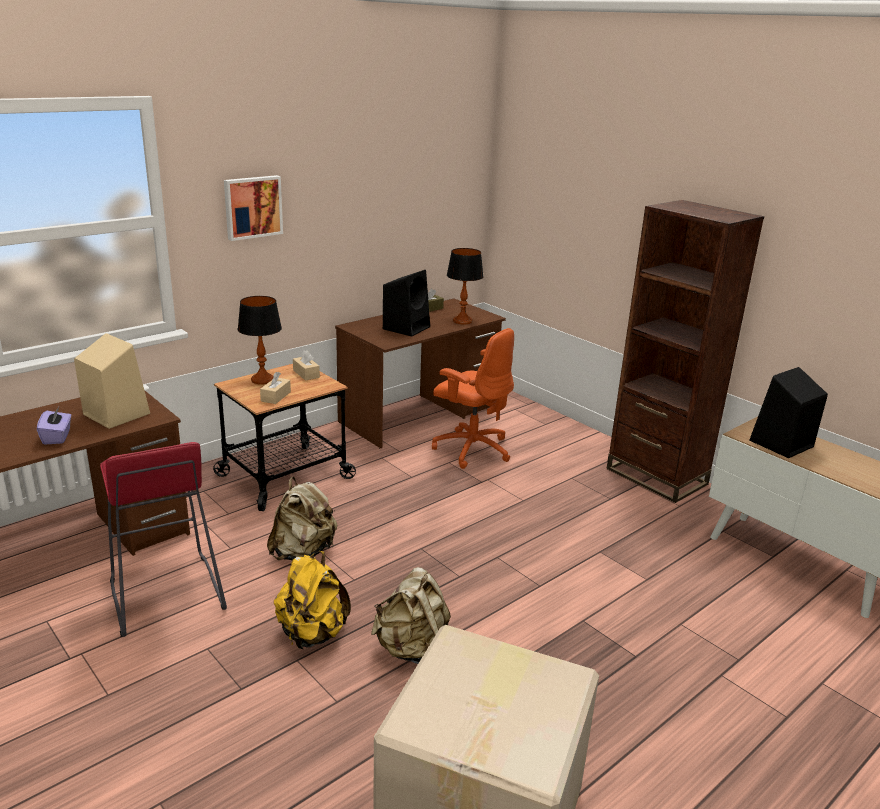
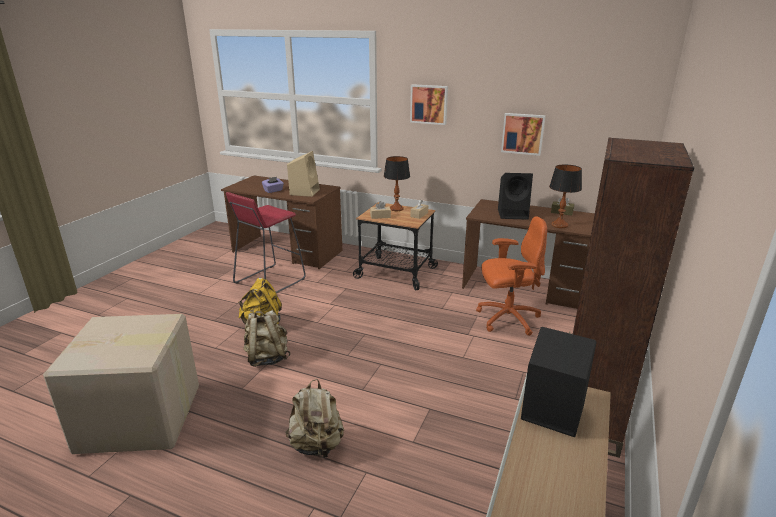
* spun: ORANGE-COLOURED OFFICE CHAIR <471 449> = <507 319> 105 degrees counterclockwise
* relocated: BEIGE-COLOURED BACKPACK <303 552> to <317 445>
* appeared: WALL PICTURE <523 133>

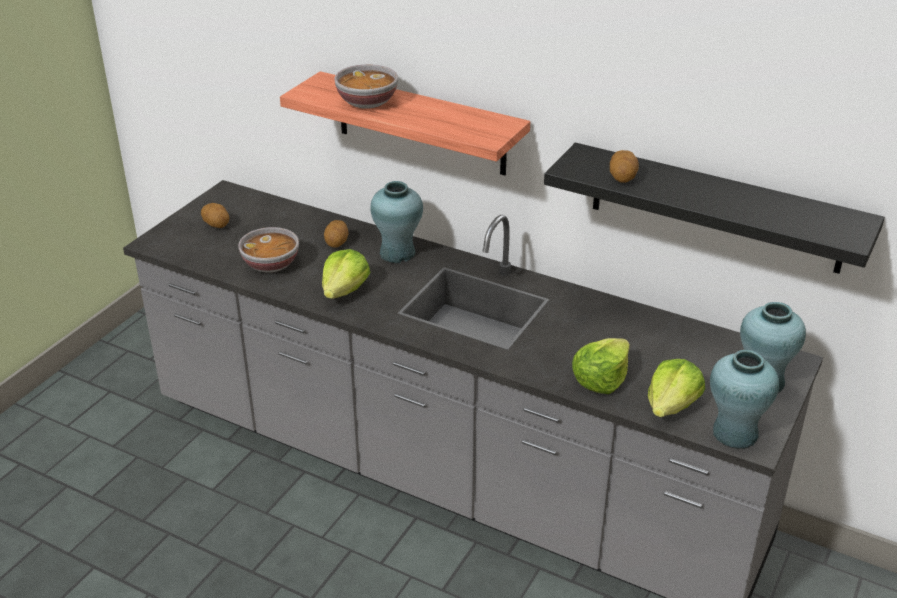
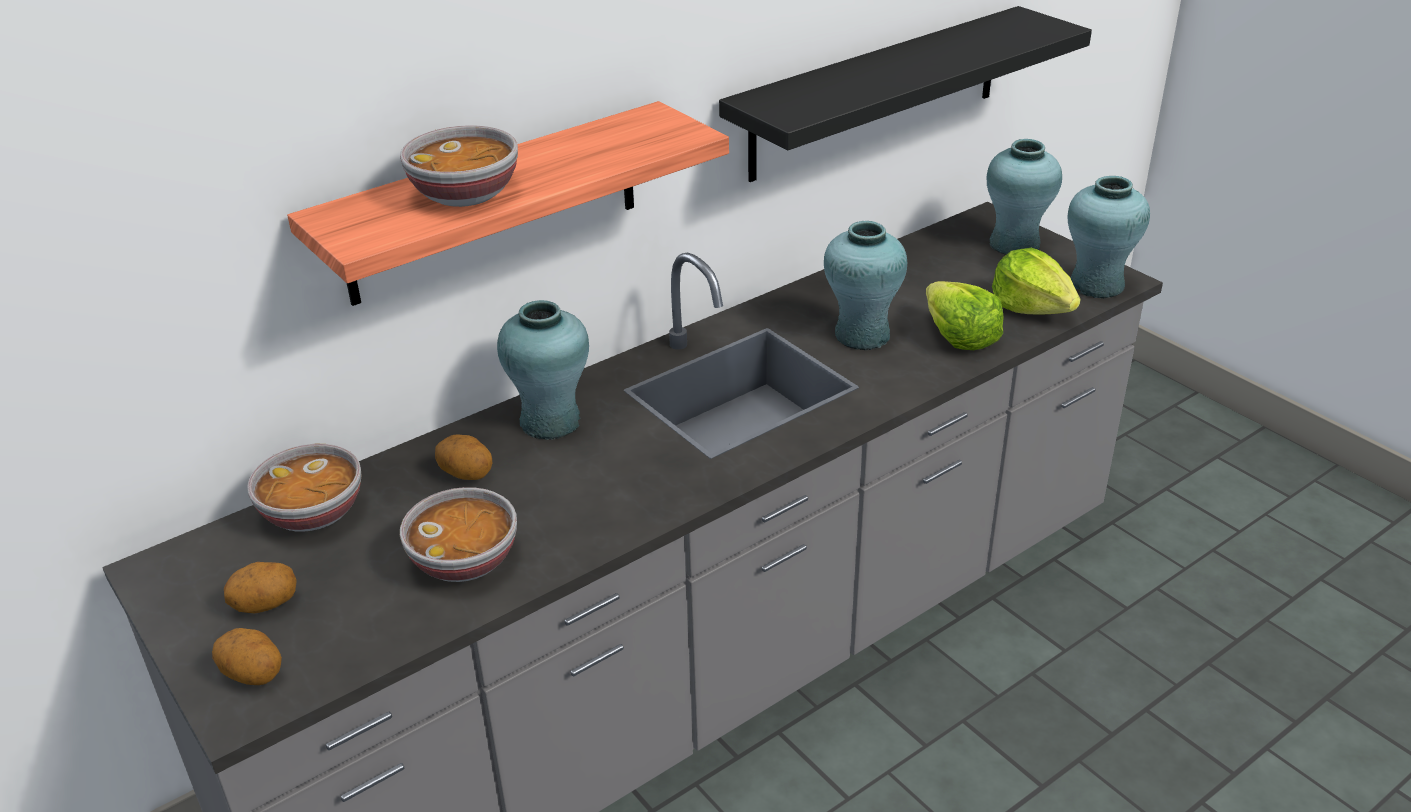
* relocated: POTATO <622 178> to <253 674>
* missing: LETTUCE HEAD <344 290>
* appeared: BLUE-GREEN VASE <862 335>
* appeared: BOWL <313 513>

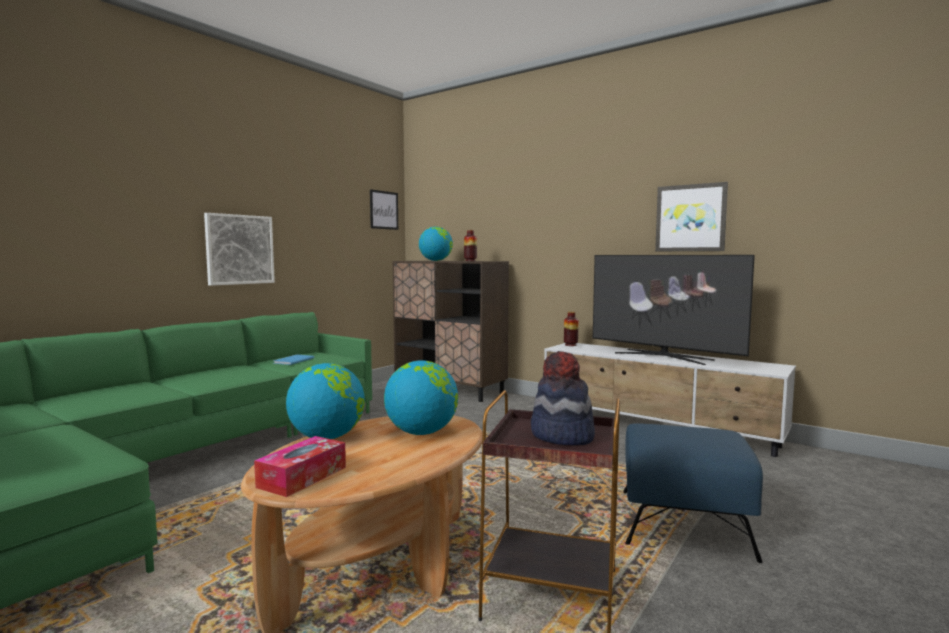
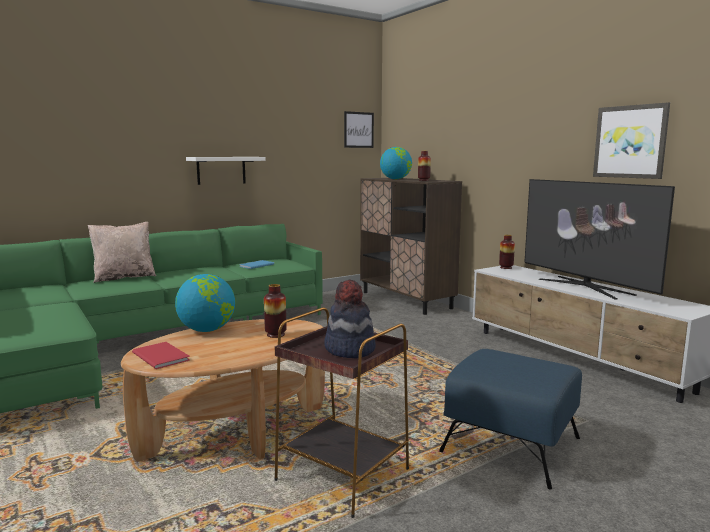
* exchanged: WALL PICTURE <239 249> to WHITISH SHELF <221 170>
* exchanged: GLOBE <421 433> to VASE <275 334>
* exchanged: TISSUE HOLDER <302 477> to REDDISH BOUND BOOK <161 356>
* appeared: BEIGE-COLOURED PILLOW <124 277>

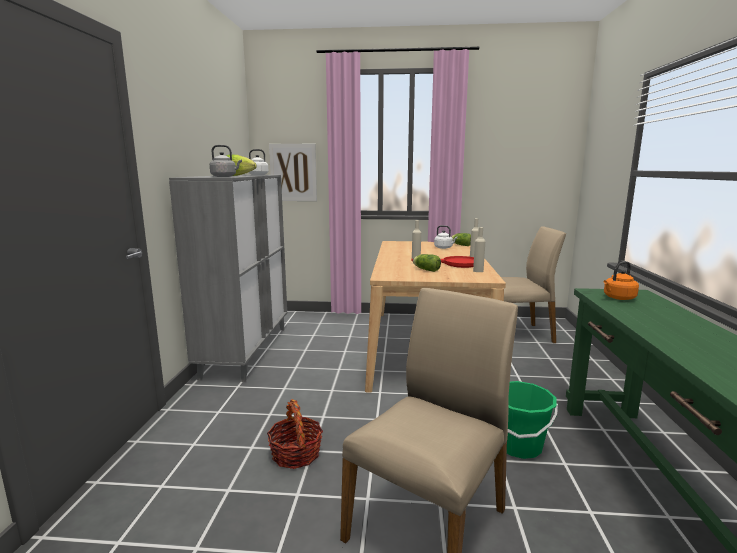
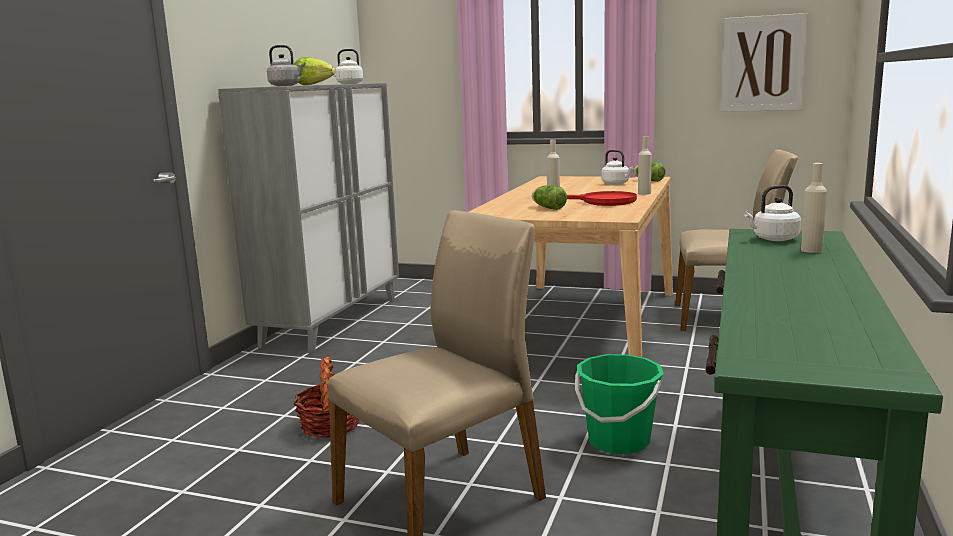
* relocated: WALL PICTURE <293 172> to <763 64>
* relocated: BEIGE-COLOURED BOTTLE <478 271> to <811 250>
* colour: ORANGE-COLOURED TEA KETTLE <618 298> to WHITISH TEA KETTLE <773 239>

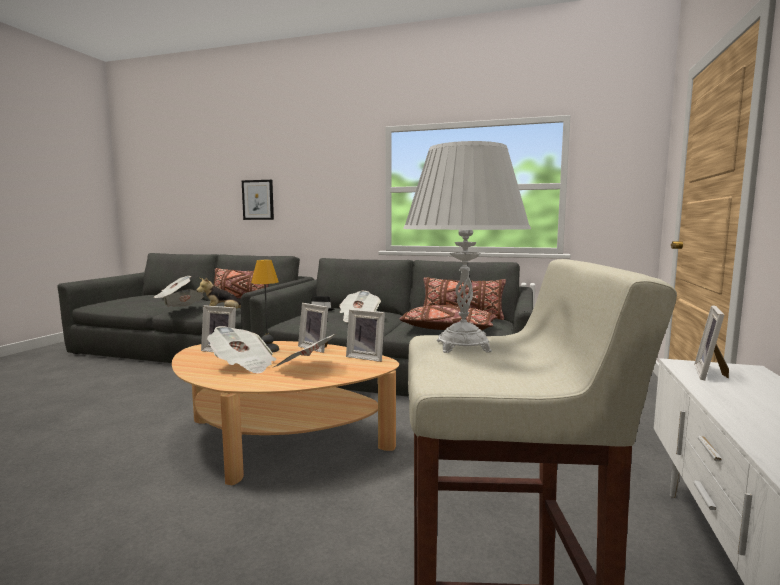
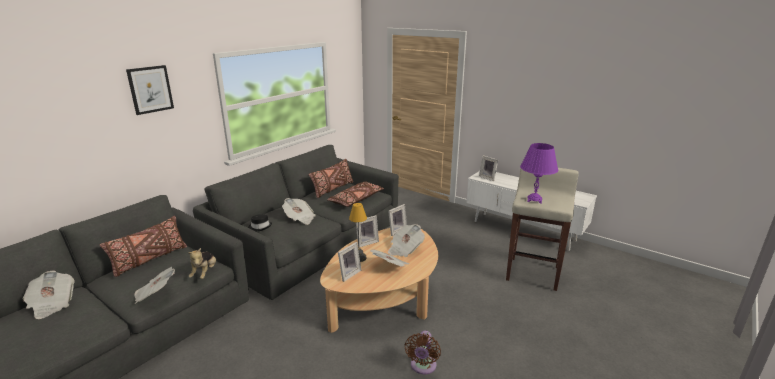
* colour: WHITISH LAMP FOR A TABLE <462 346> to PURPLISH LAMP FOR A TABLE <534 200>
* relocated: WALL PICTURE <258 200> to <150 89>
* appeared: BROWN COOLING FAN <422 367>

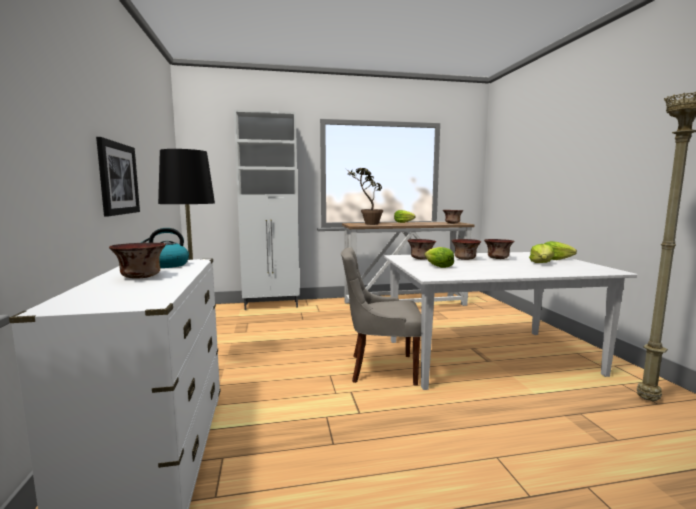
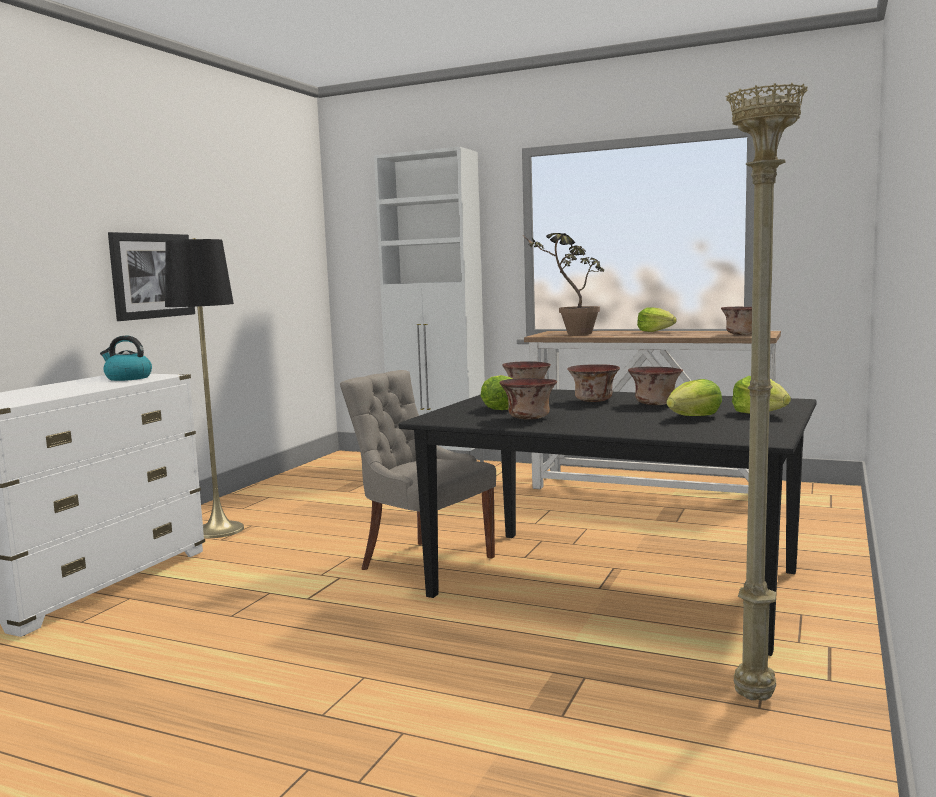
* relocated: BOWL <140 277> to <528 418>
* colour: WHITISH DINING TABLE <488 356> to BLACK DINING TABLE <616 583>

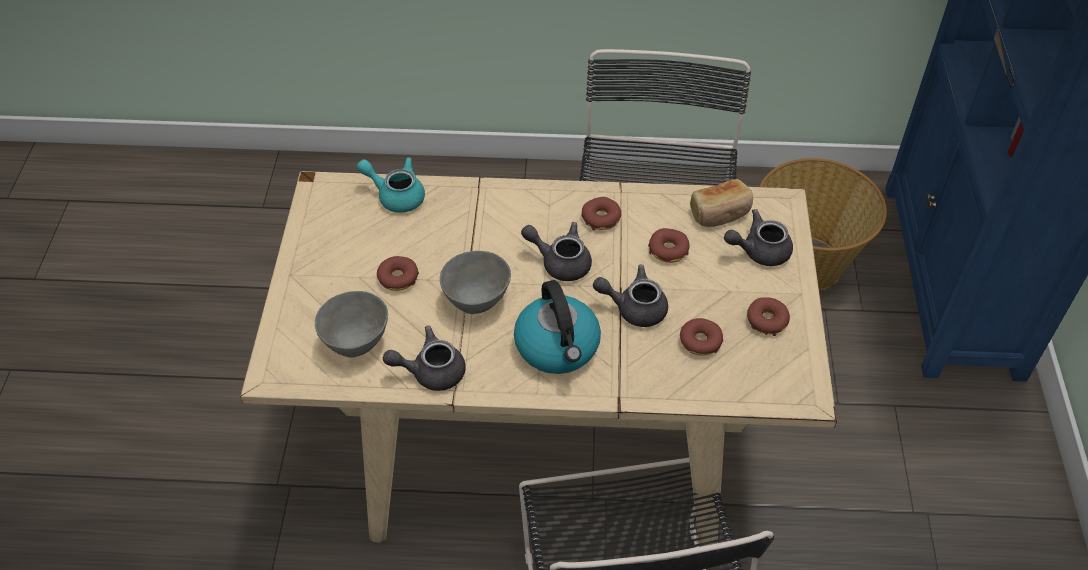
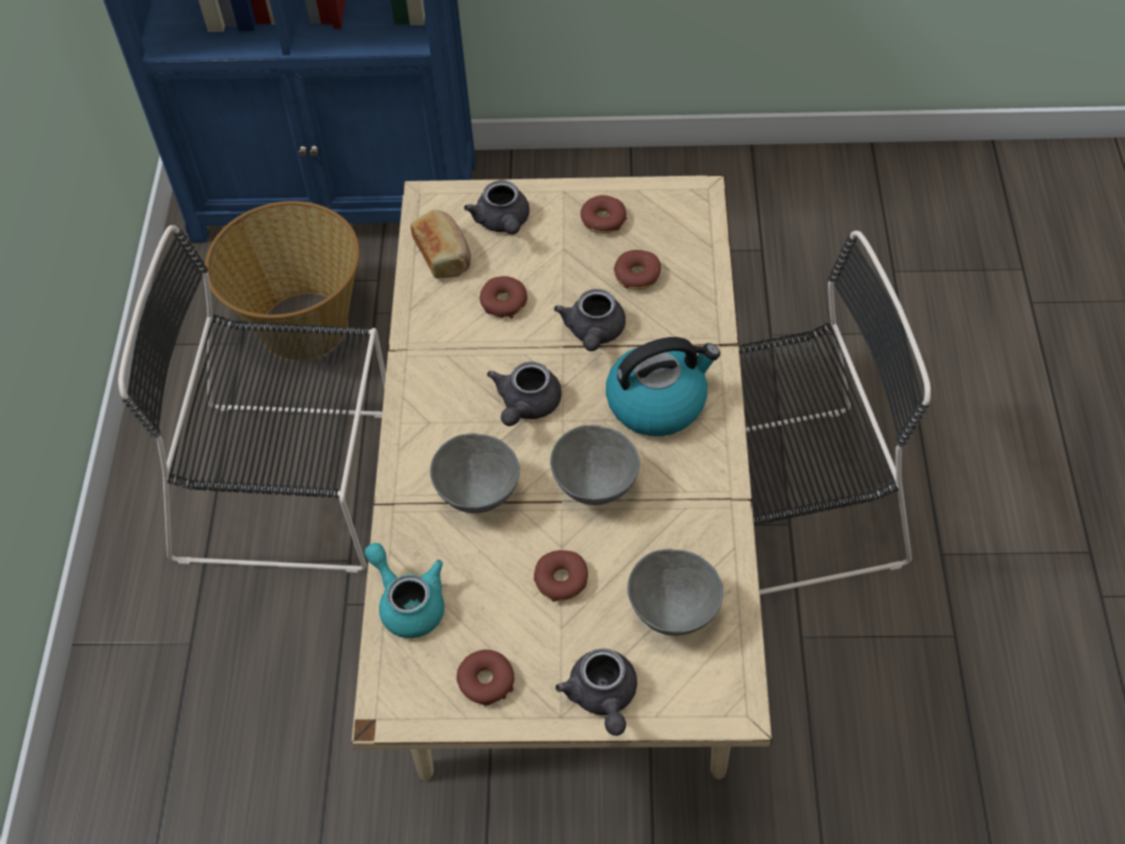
* spun: BLUE-GREEN TEAPOT <396 195> = <408 602> 120 degrees clockwise
* relocated: RING DOUGHNUT <601 218> to <486 681>
* relocated: GREYISH TEAPOT <430 371> to <603 698>
* appeared: GREYISH BOWL <477 496>

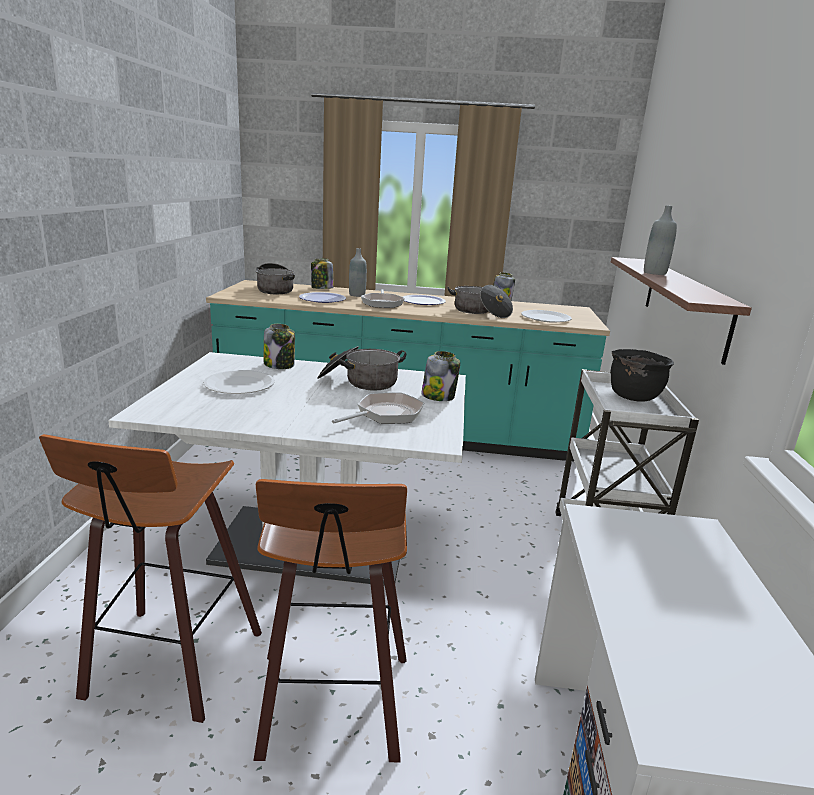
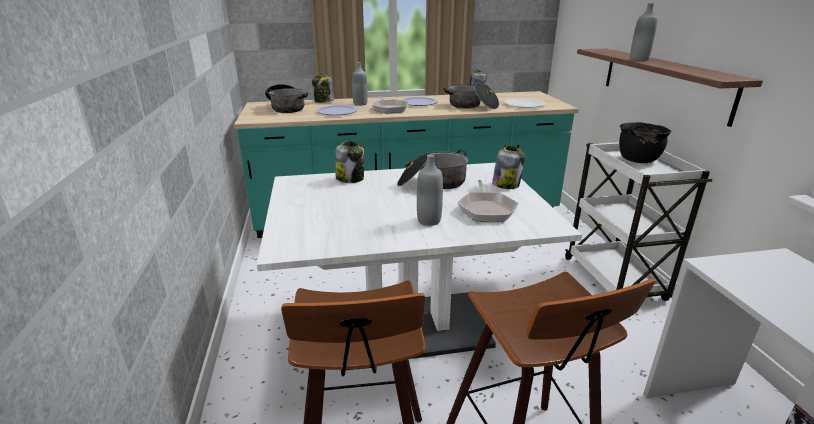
* missing: WHITISH DINNER PLATE <239 384>
* spun: PAN <386 414> = <486 209> 150 degrees clockwise
* appeared: GREYISH BOTTLE <429 220>

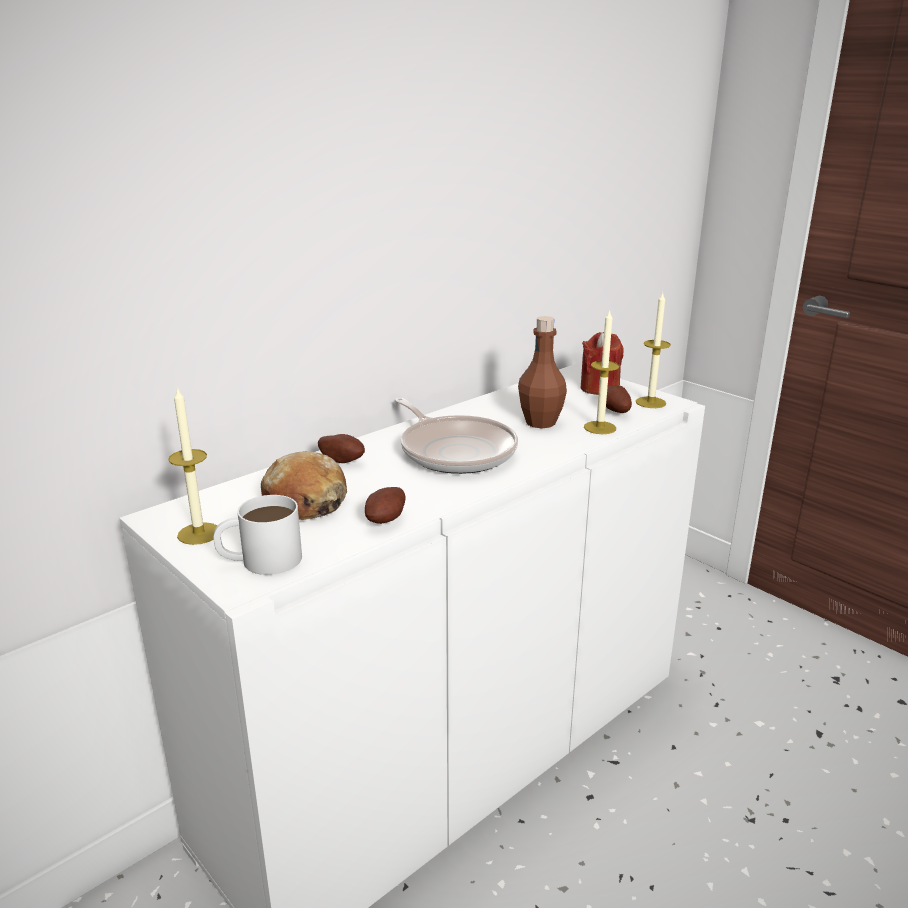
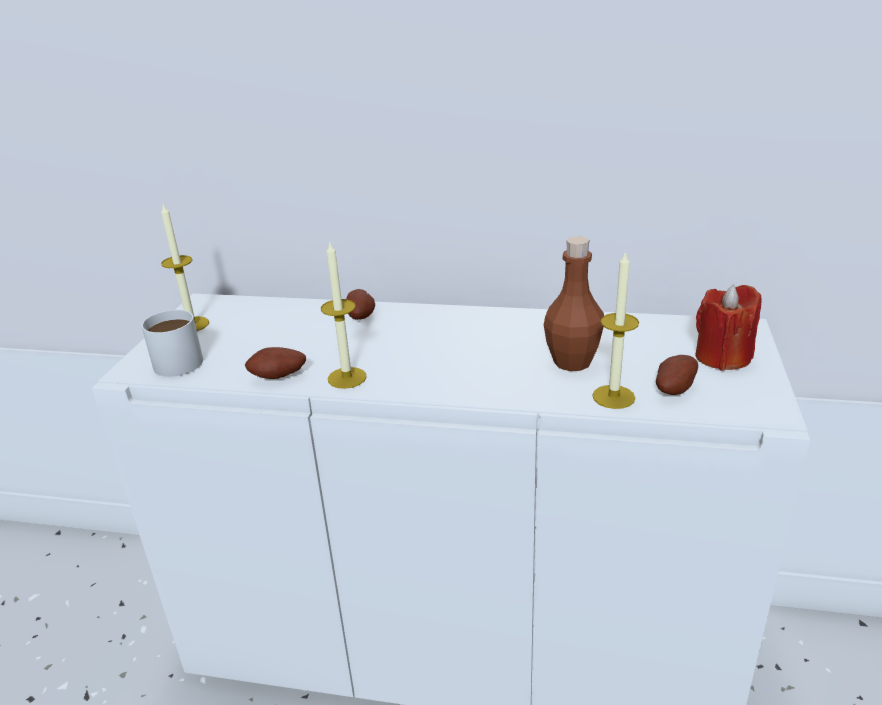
* relocated: WAX CANDLE <650 402> to <347 378>
* missing: PAN <455 451>
* missing: BREAD <305 502>

